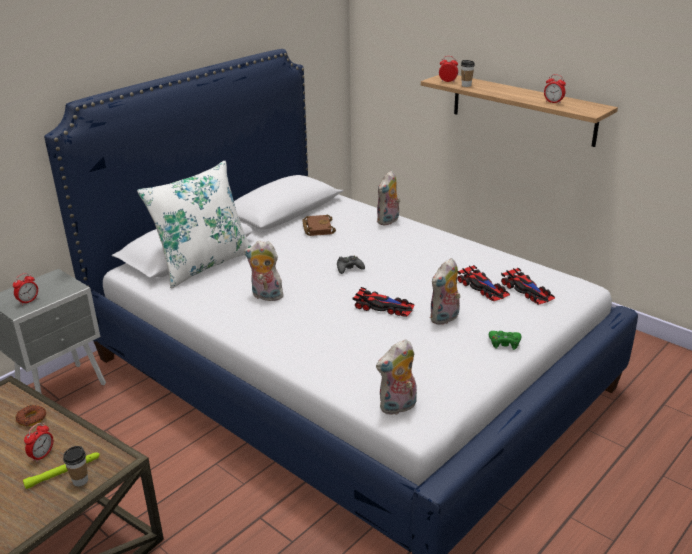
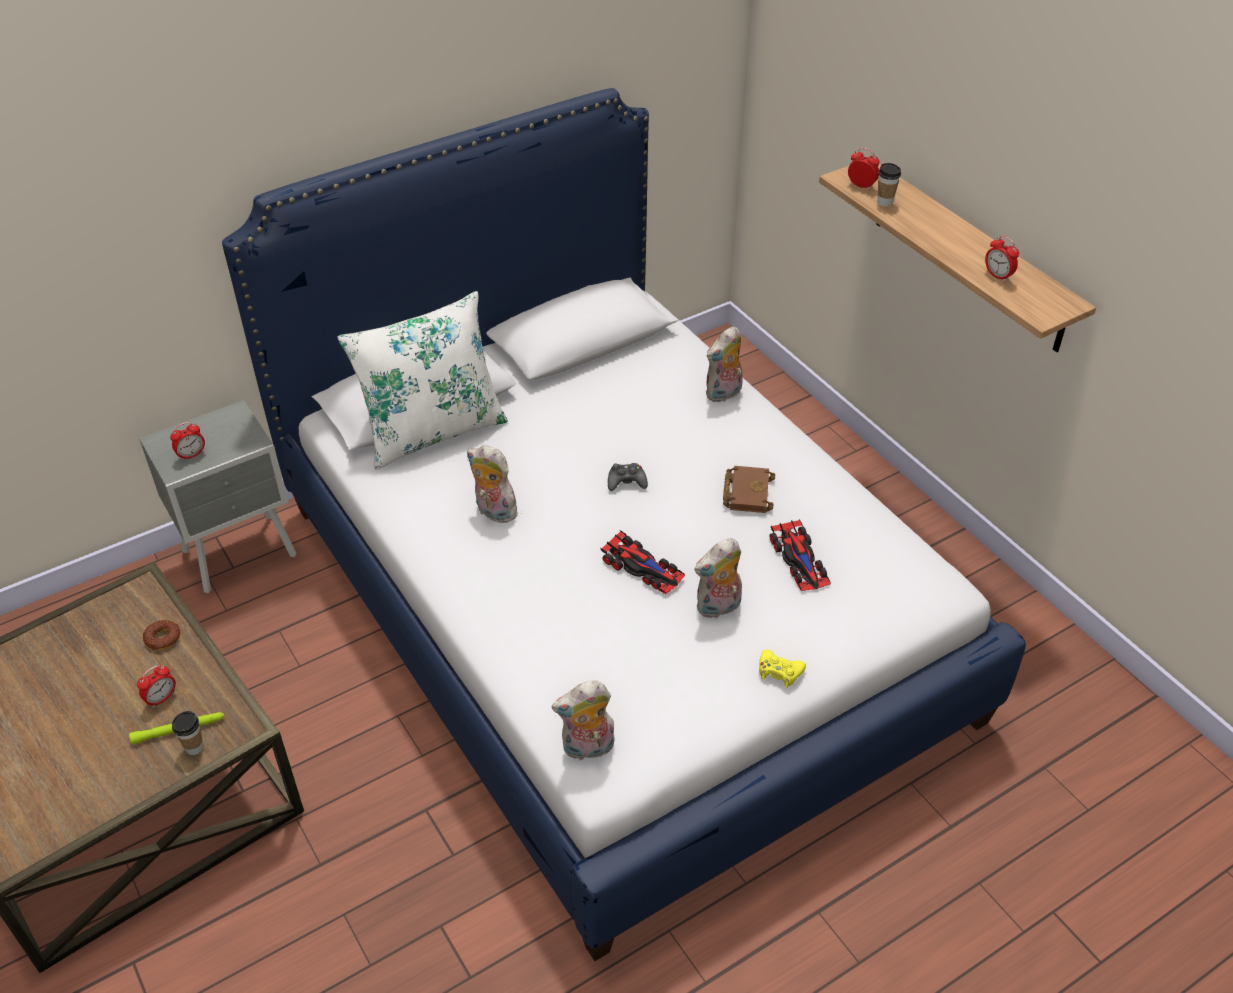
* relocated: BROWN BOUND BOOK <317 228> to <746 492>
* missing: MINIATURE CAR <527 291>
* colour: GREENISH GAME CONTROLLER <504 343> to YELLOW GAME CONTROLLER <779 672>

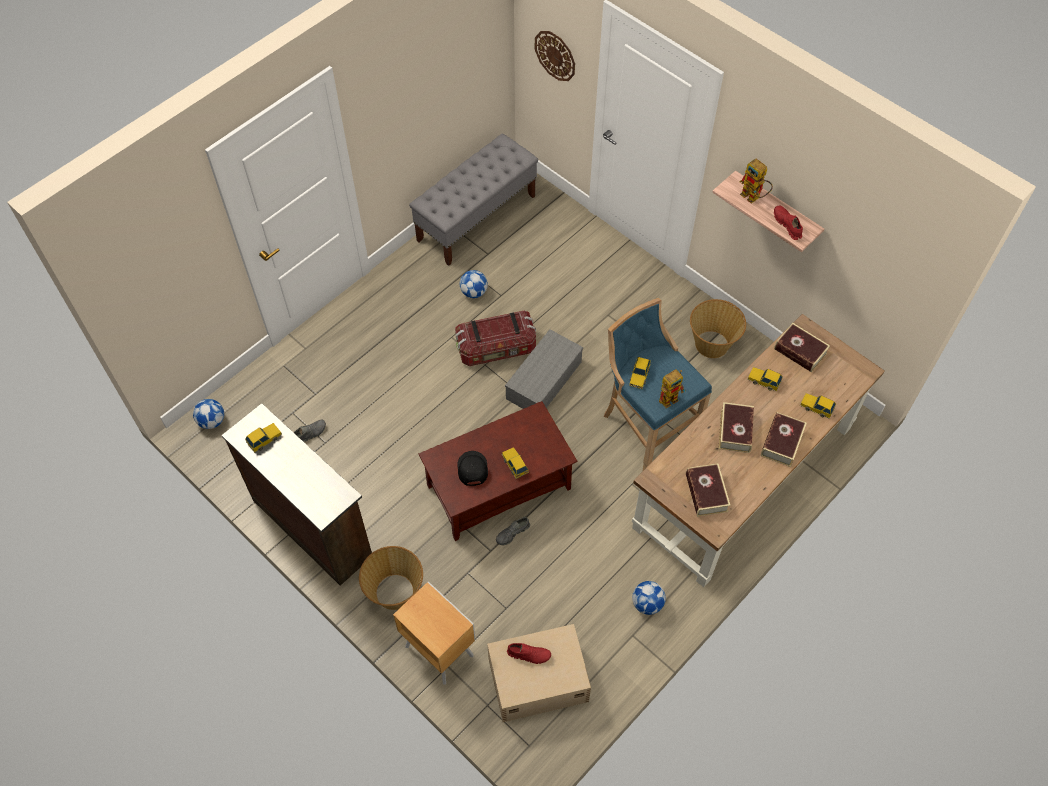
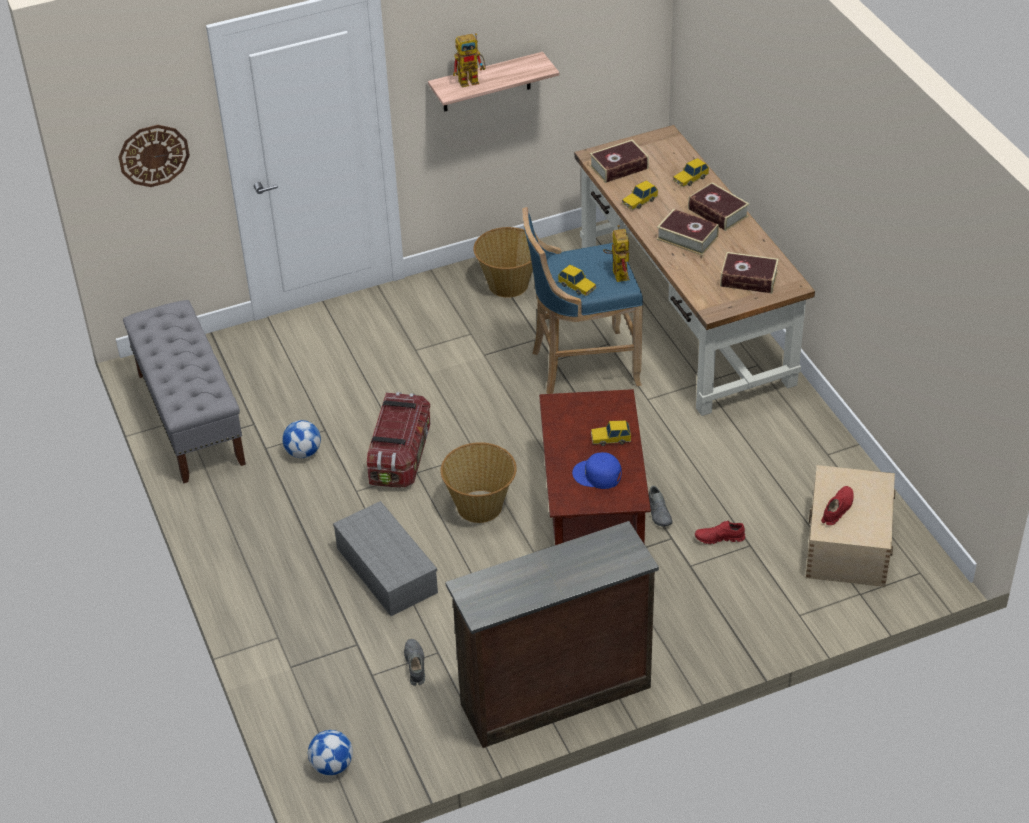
* relocated: REDDISH LOW SHOE <787 225> to <719 538>
* relocated: GREYISH STORAGE CONTAINER <543 379> to <385 569>
* missing: MINIATURE CAR <264 439>
* colour: BLACK CAP <472 469> to BLUISH CAP <597 475>
* relocated: BASKET <395 592> to <480 506>
* missing: BROWN NIGHTSTAND <439 649>
* missing: FOOTBALL <647 603>

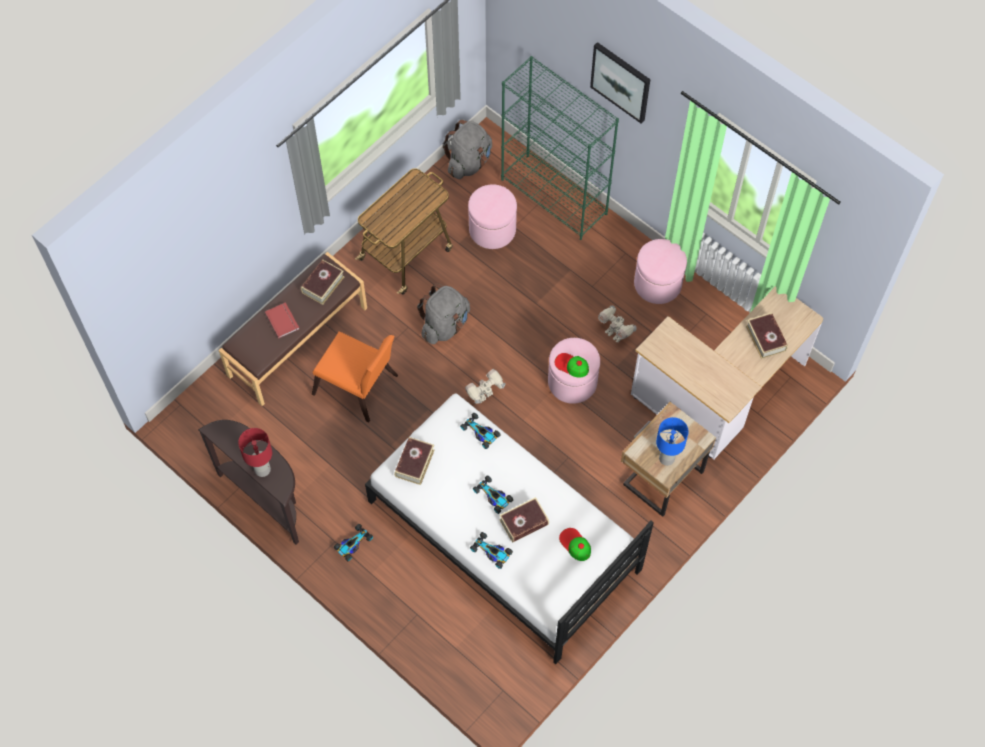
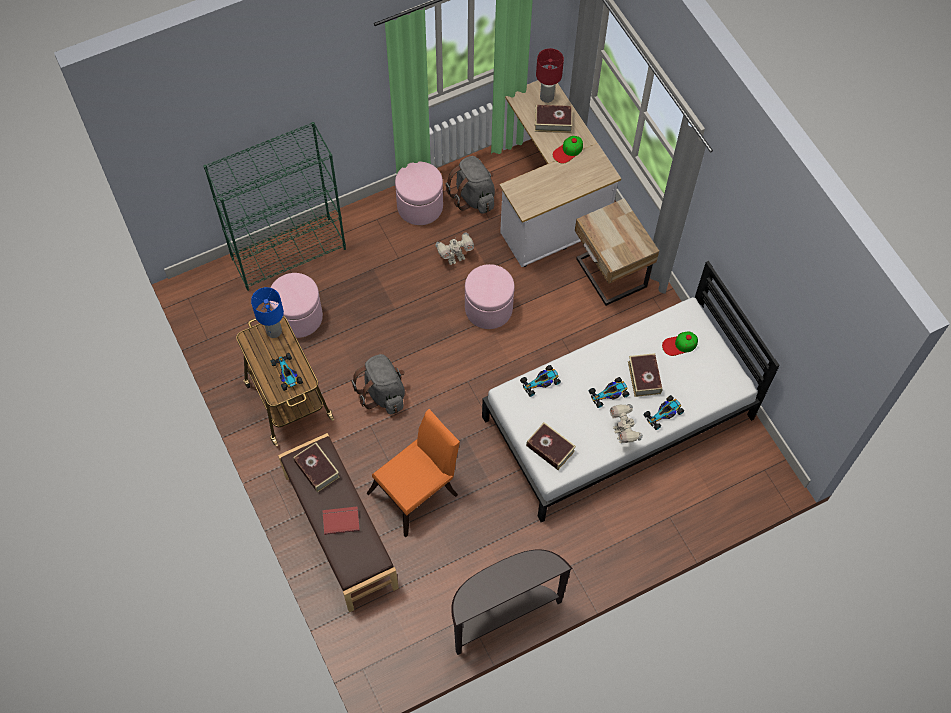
* missing: WALL PICTURE <621 81>
* relocated: GREYISH BACKPACK <469 162> to <473 197>
* relocated: CAP <571 365> to <568 151>
* relocated: MODEL ROBOT <485 396> to <622 433>
* relocated: BLUISH LAMP FOR A TABLE <666 459> to <274 332>
* relocated: REDDISH LAMP FOR A TABLE <262 469> to <546 97>
* relocated: MINIATURE CAR <352 544> to <287 374>

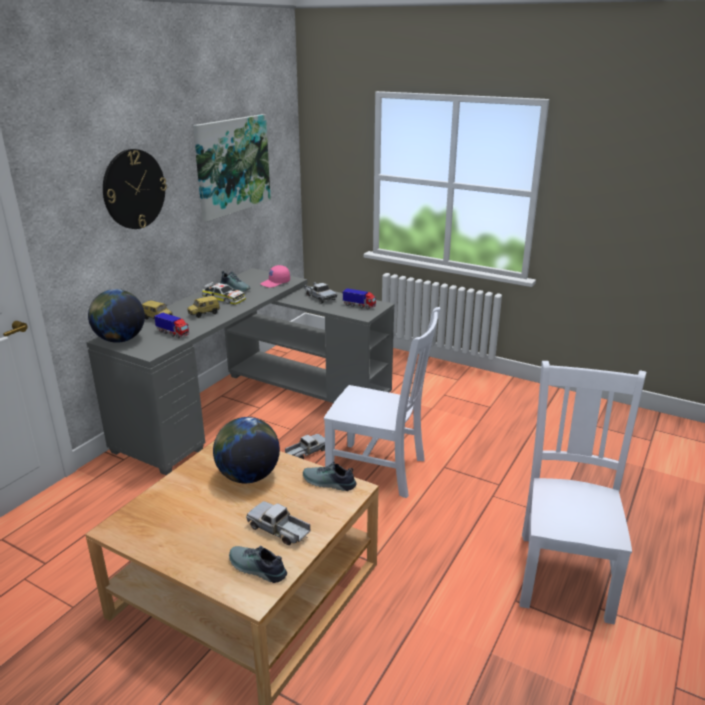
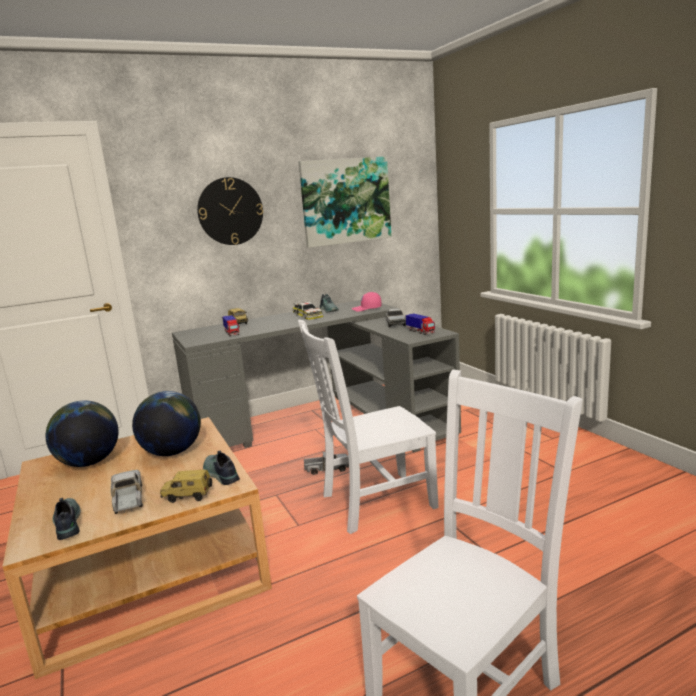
* relocated: GLOBE <120 340> to <89 462>
* relocated: MINIATURE CAR <204 314> to <187 497>
* spun: WHITISH UPRIGHT CHAIR <379 470> = <374 502> 105 degrees clockwise

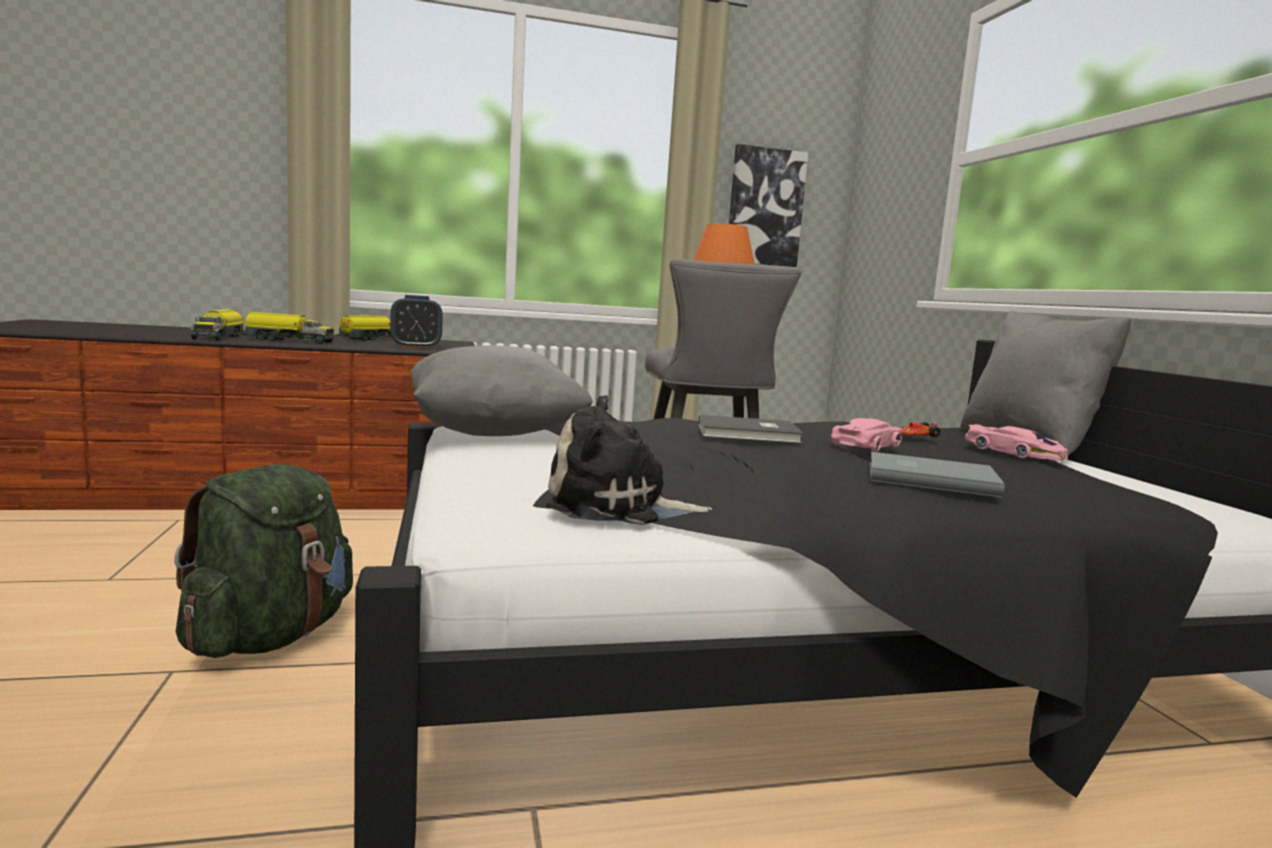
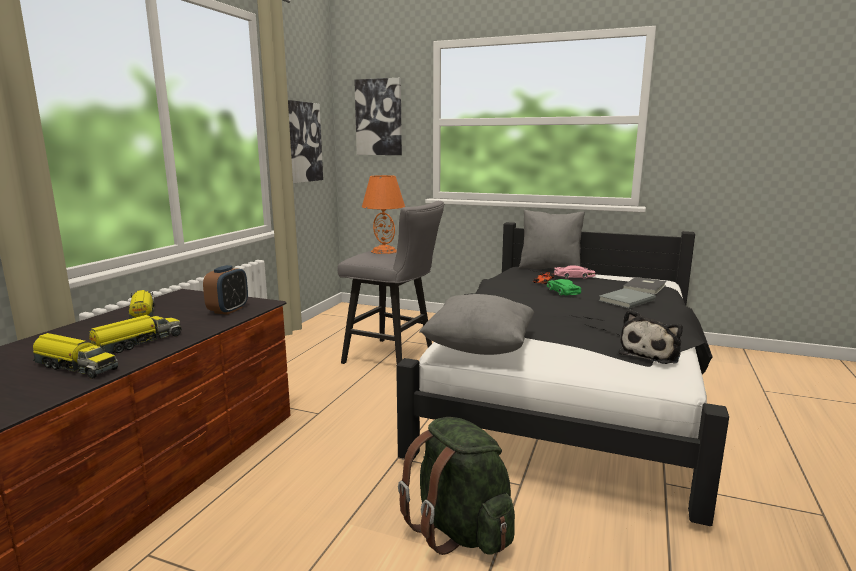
* relocated: GREYISH BOUND BOOK <749 434> to <646 287>
* colour: PINKISH MINIATURE CAR <867 445> to GREENISH MINIATURE CAR <562 291>
* appeared: WALL PICTURE <379 117>

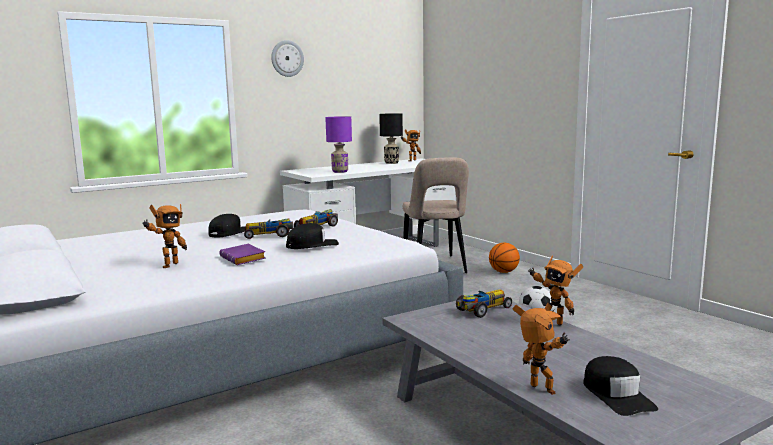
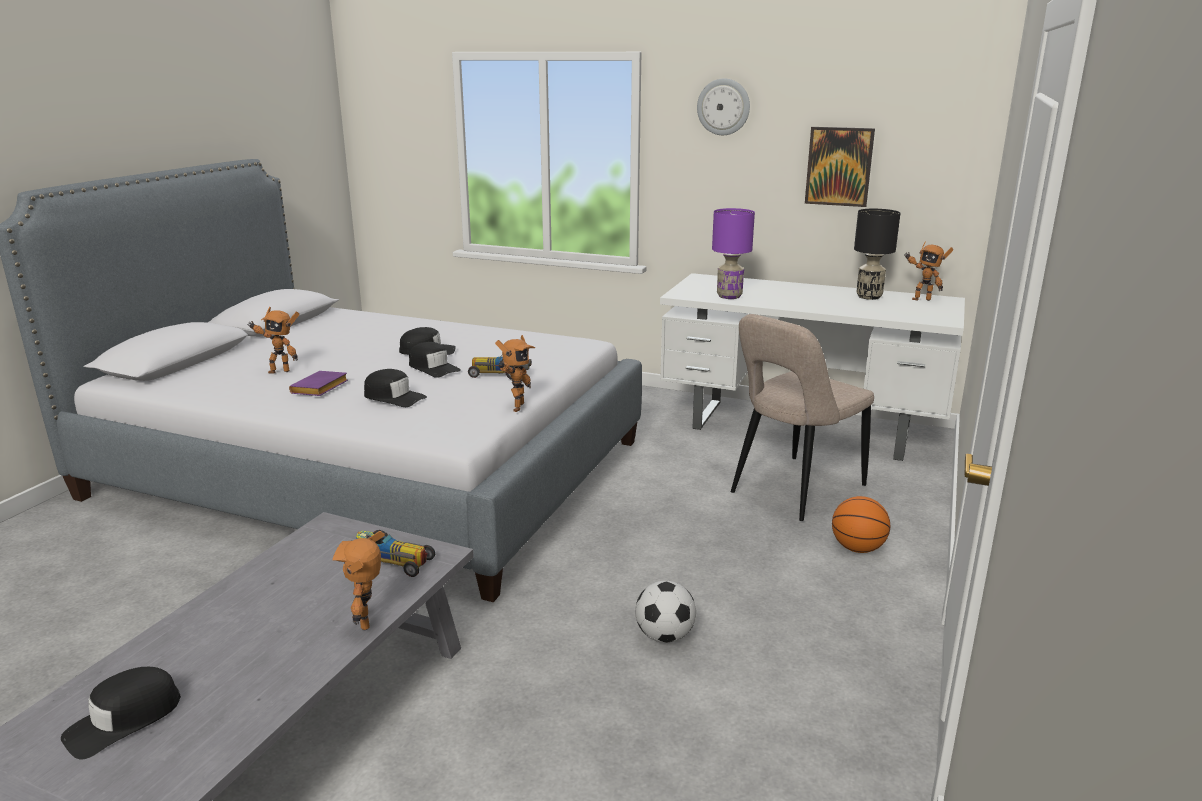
* exchanged: MINIATURE CAR <270 235> to BLACK CAP <433 368>
* relocated: MODEL ROBOT <540 391> to <515 407>
* appeared: WALL PICTURE <839 166>

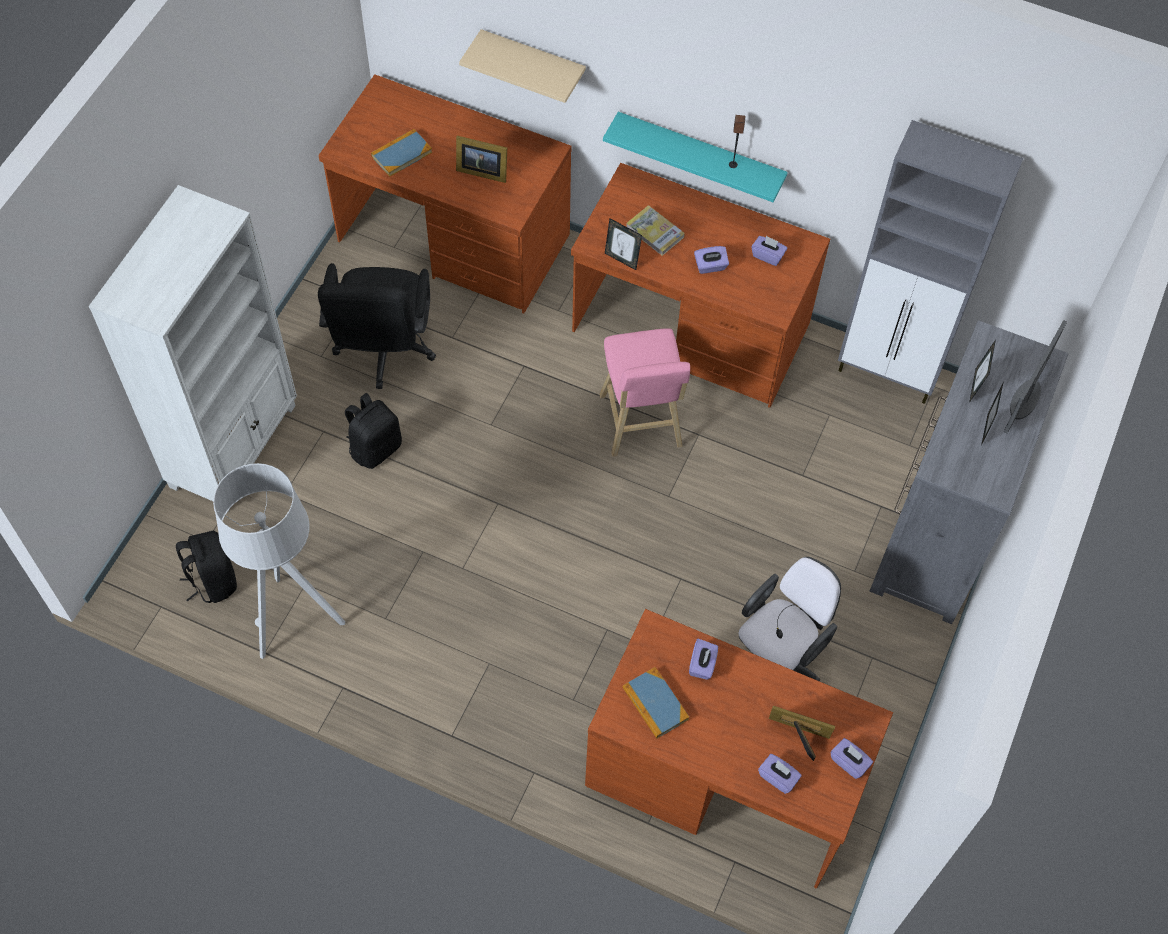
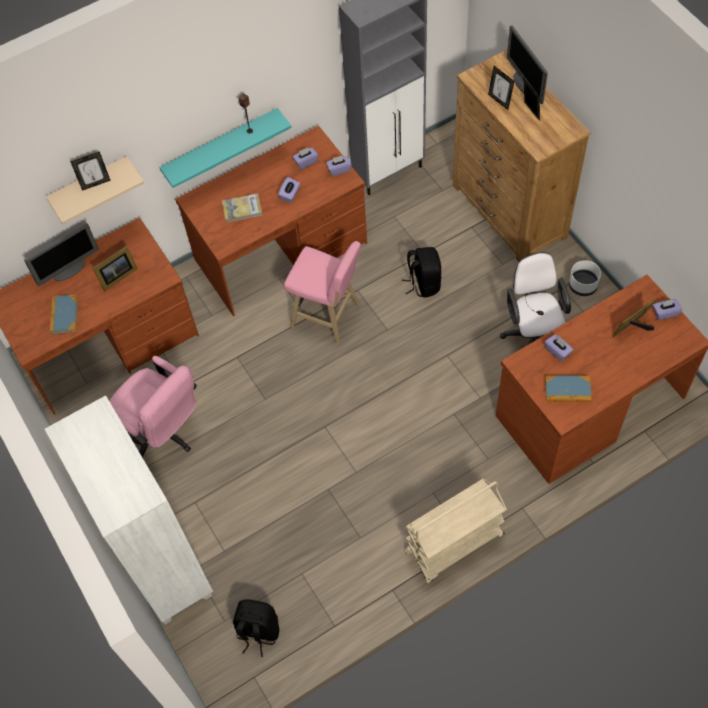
* relocated: PHOTO FRAME <622 259> to <95 183>
* colour: BLACK OFFICE CHAIR <384 352> to PINKISH OFFICE CHAIR <163 432>
* colour: GREYISH DRESSER <937 536> to BROWN DRESSER <509 211>
* relocated: BLACK BACKPACK <375 447> to <423 283>
* missing: GREYISH STANDING LAMP <294 619>
* relocated: PURPLISH TISSUE HOLDER <778 777> to <339 169>
* appeared: MONITOR <69 270>
* appeared: WHITISH PLANTER <583 285>
* appeared: BEIGE-COLOURED CART <454 545>

